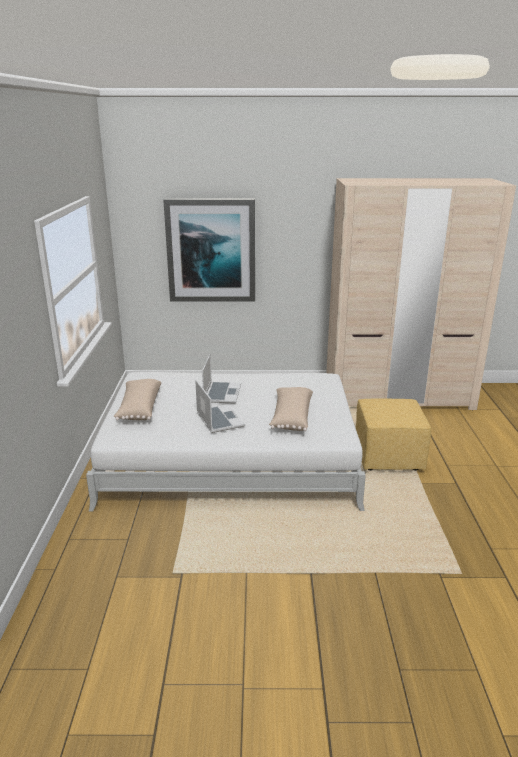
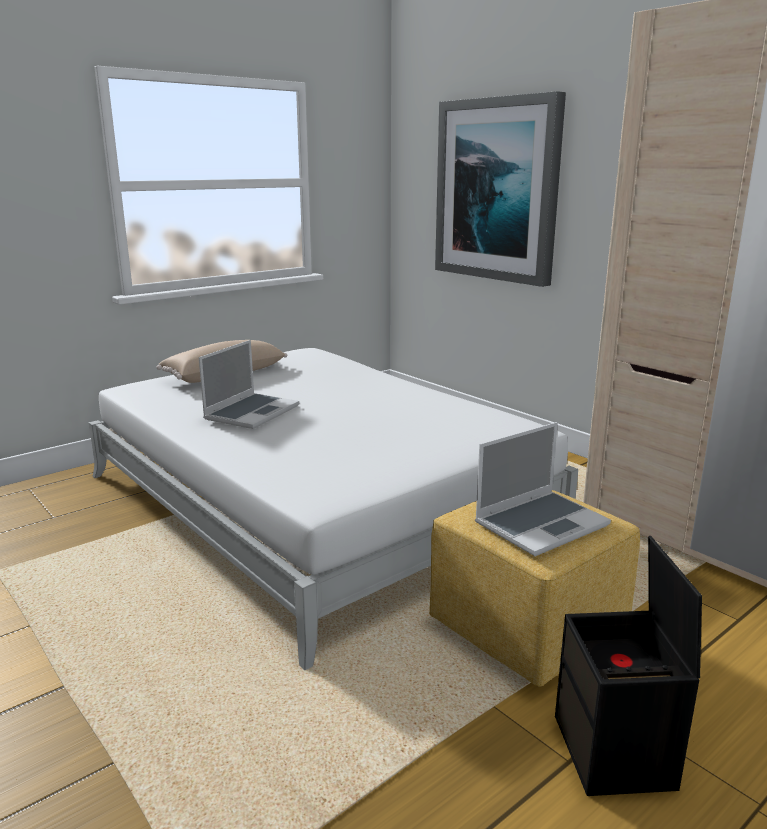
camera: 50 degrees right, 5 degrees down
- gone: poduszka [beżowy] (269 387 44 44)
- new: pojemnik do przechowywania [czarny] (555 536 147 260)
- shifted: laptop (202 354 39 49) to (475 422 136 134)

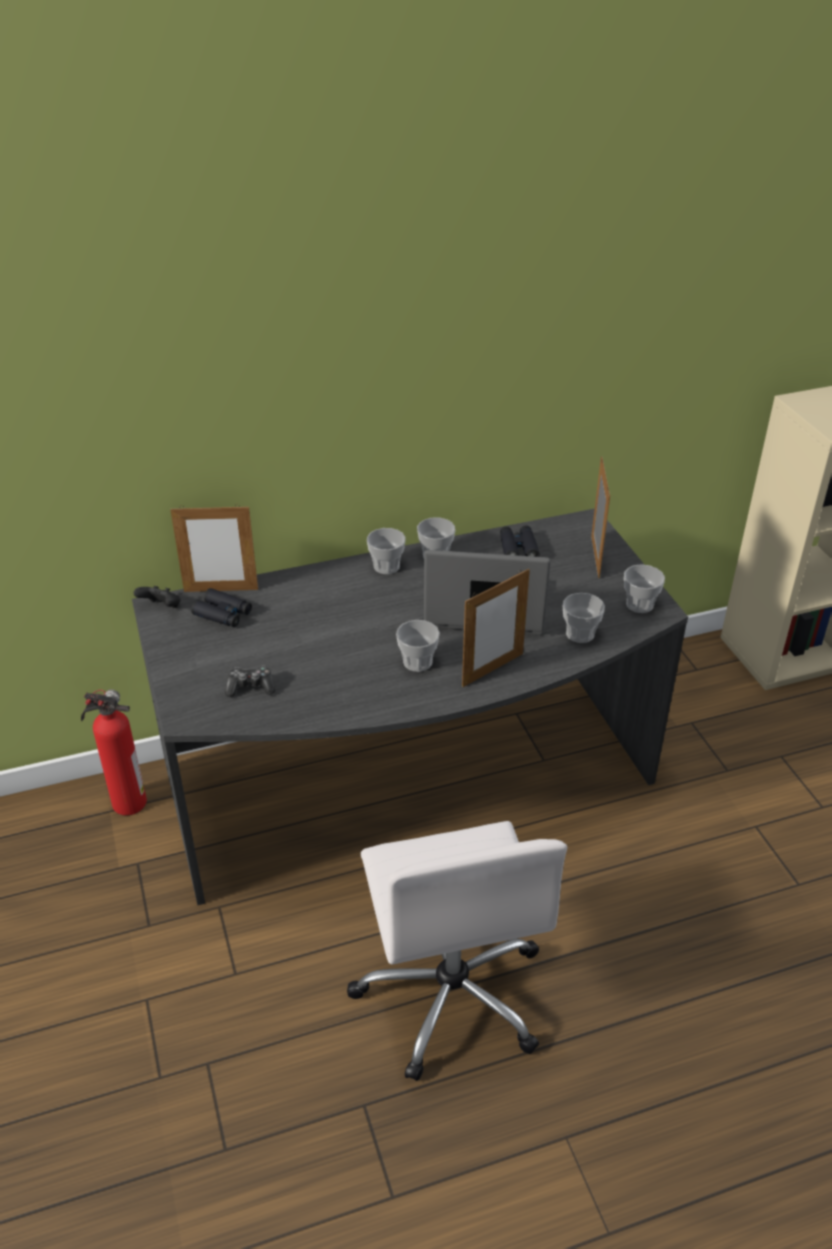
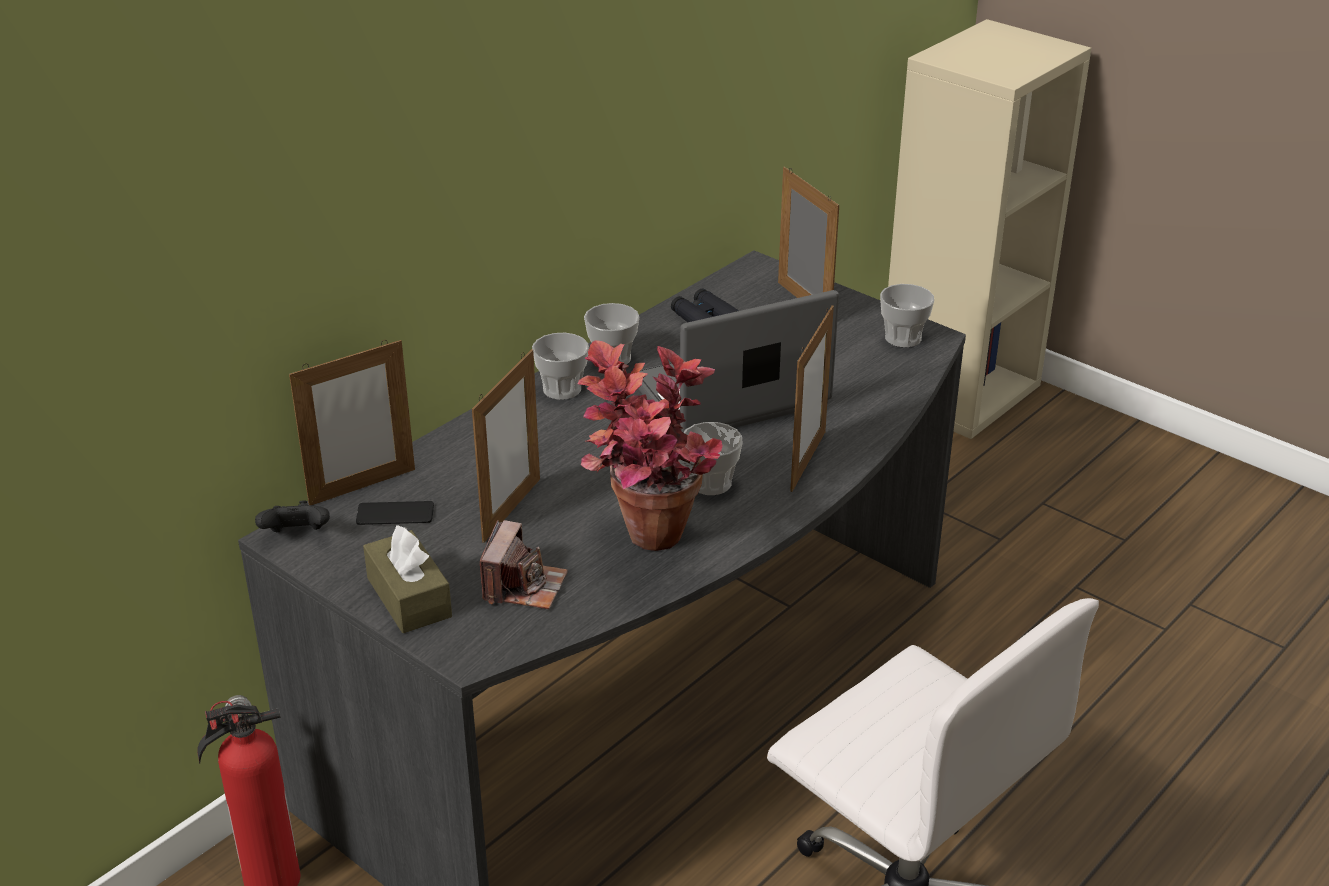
camera: 30 degrees left, 5 degrees down
- gone: filiżanka (563 593 42 50)
- new: pudełko chusteczek [brązowy] (363 525 89 108)
- new: ramka na zdjęcie (472 349 68 194)
- new: roślina doniczkowa (578 340 144 211)
- swapped: lornetka [czarny] (191 588 61 39) to telefon (356 501 78 24)
- swapped: pad do gier (225 666 50 31) to aparat fotograficzny (480 520 88 89)

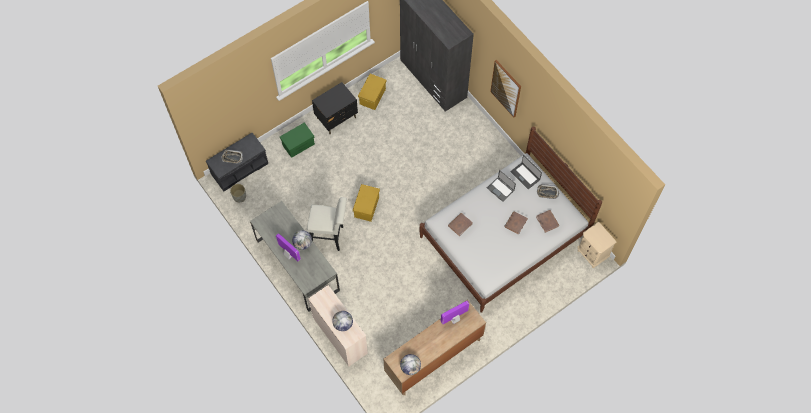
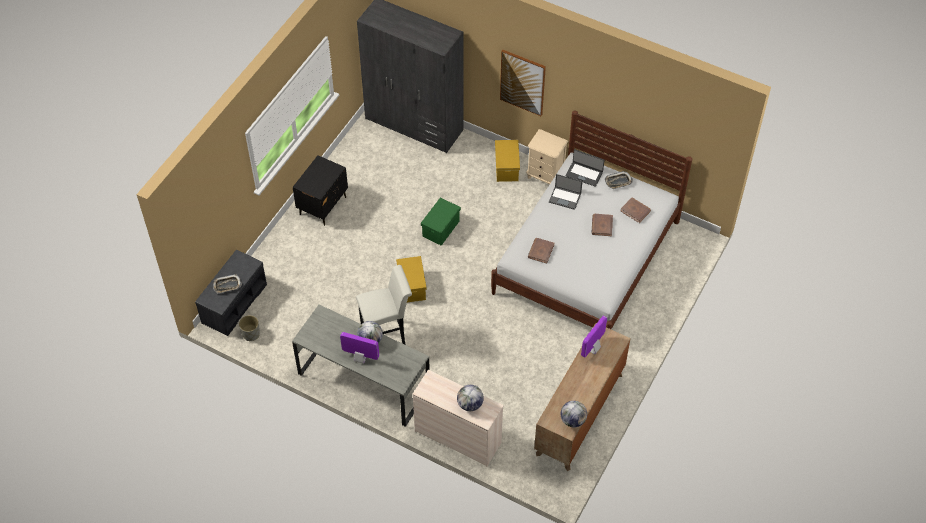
camera: 25 degrees left, 10 degrees down
- shifted: pojemnik do przechowywania [zielony] (280 123 35 35) to (421 198 40 48)
- shifted: pojemnik do przechowywania [żółty] (358 74 29 36) to (495 140 25 42)
- shifted: szafka nocna [beżowy] (578 222 38 46) to (526 129 42 55)

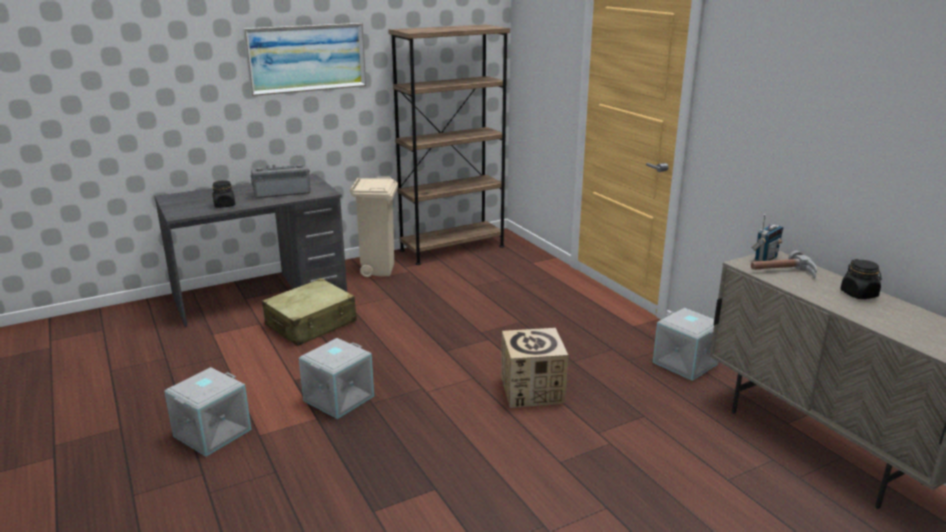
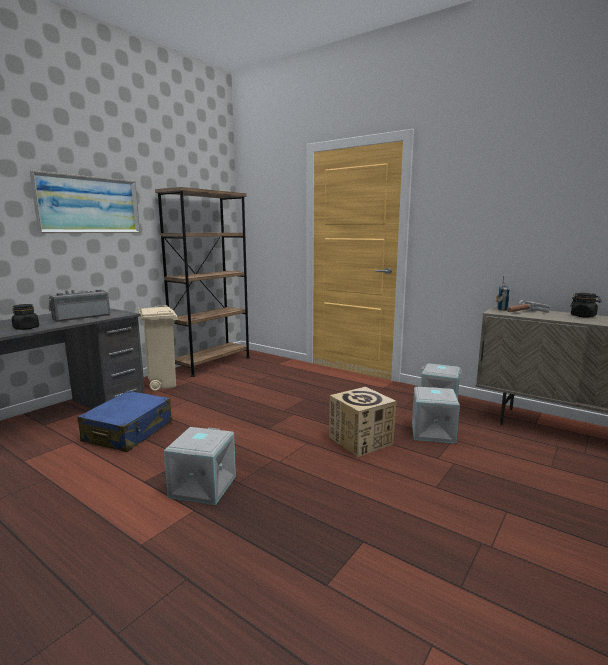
camera: 25 degrees left, 10 degrees down
- shifted: pojemnik do przechowywania [szary] (164 367 88 90) to (412 387 48 57)
- repainted: walizka [beżowy] (262 278 95 68) to walizka [niebieski] (77 391 95 61)

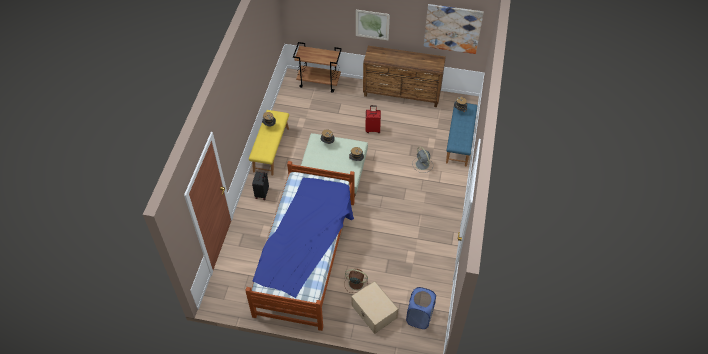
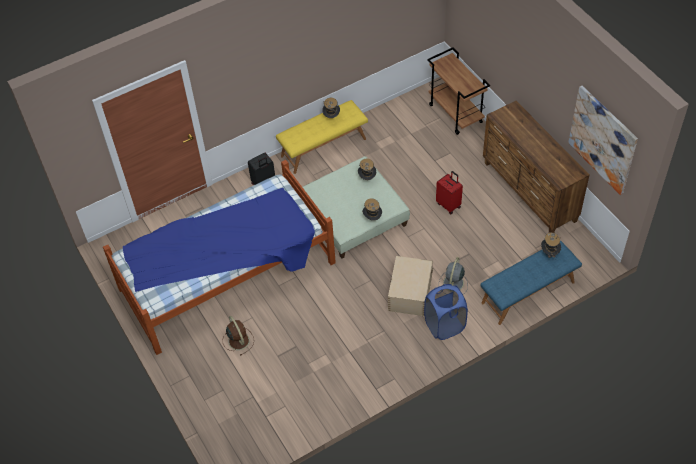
camera: 50 degrees right, 0 degrees up
- gone: obraz (356 10 34 30)
- shifted: pojemnik do przechowywania [beżowy] (351 281 47 53) to (388 256 45 60)
- shifted: kosz na pranie [niebieski] (406 287 30 42) to (424 284 44 56)

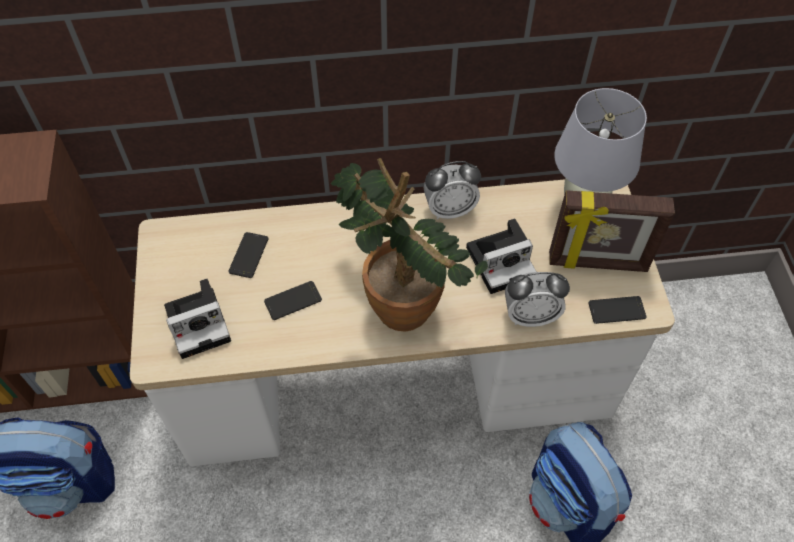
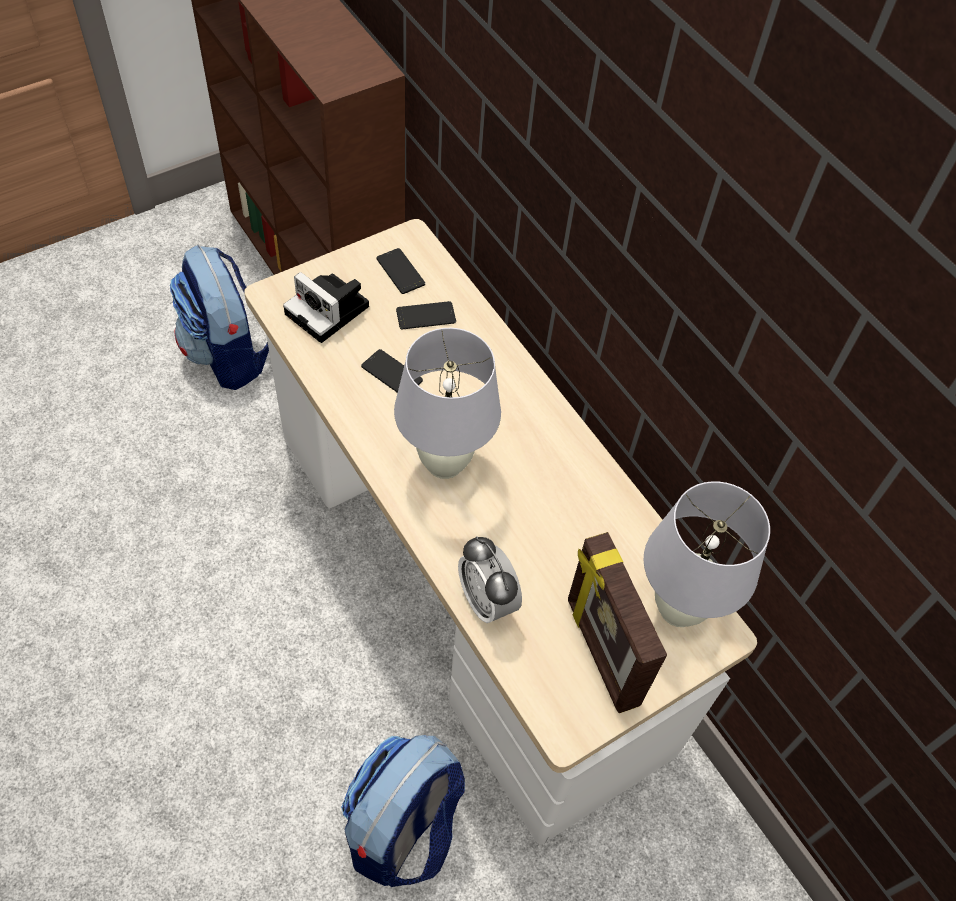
camera: 60 degrees right, 0 degrees up
- gone: budzik (424 161 57 59)
- gone: aparat fotograficzny (466 218 70 76)
- shifted: telefon (588 296 58 28) to (376 248 49 46)
- swapped: roślina doniczkowa (331 158 157 174) to lampa stołowa [biały] (394 328 107 151)

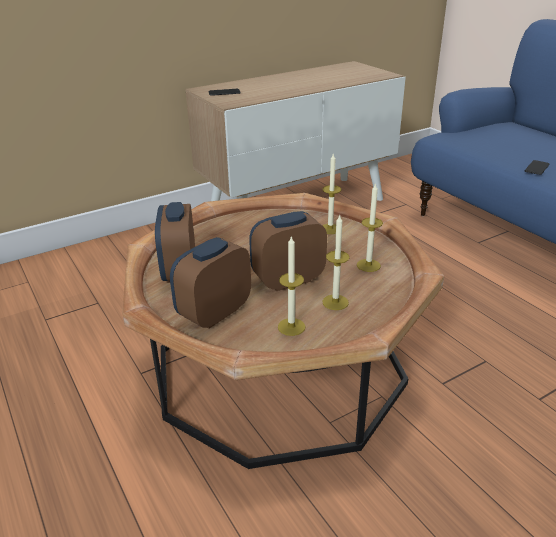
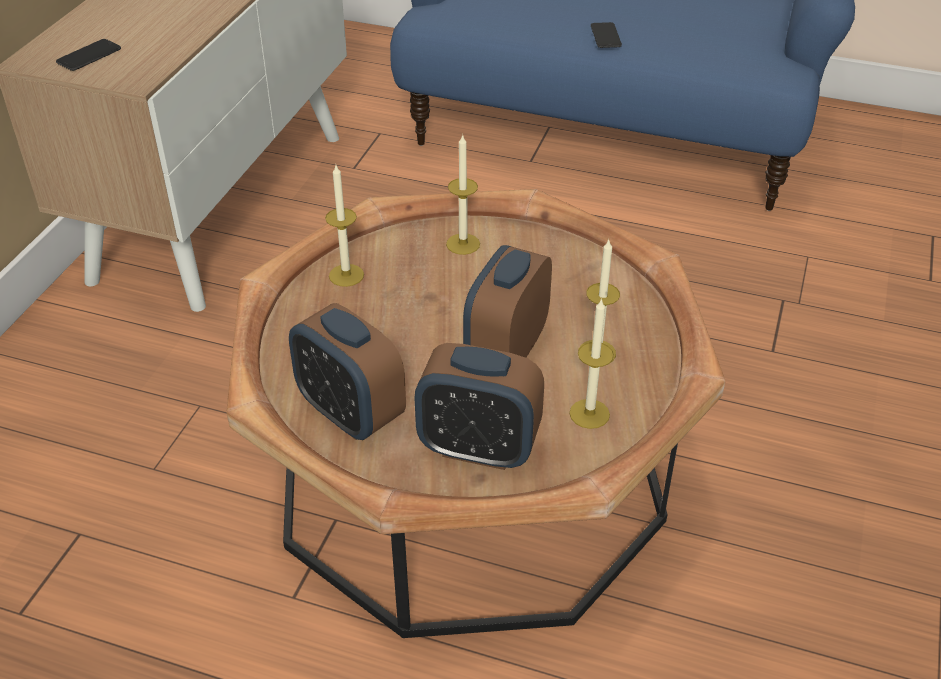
camera: 40 degrees left, 10 degrees up
- shifted: świeca (357 183 26 89) to (325 165 39 122)
- rotated: budzik (170 237 81 92) = (415 343 129 127) 75 degrees counterclockwise

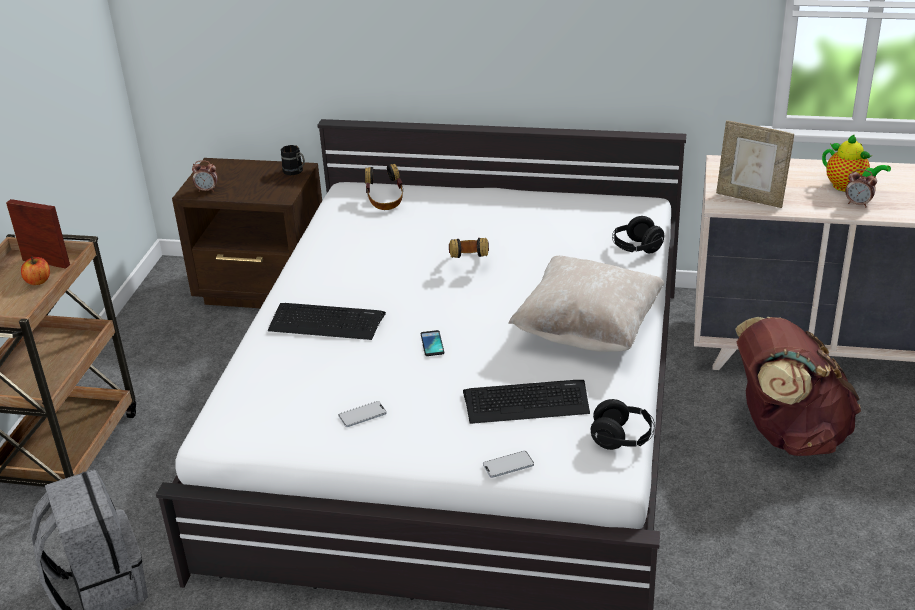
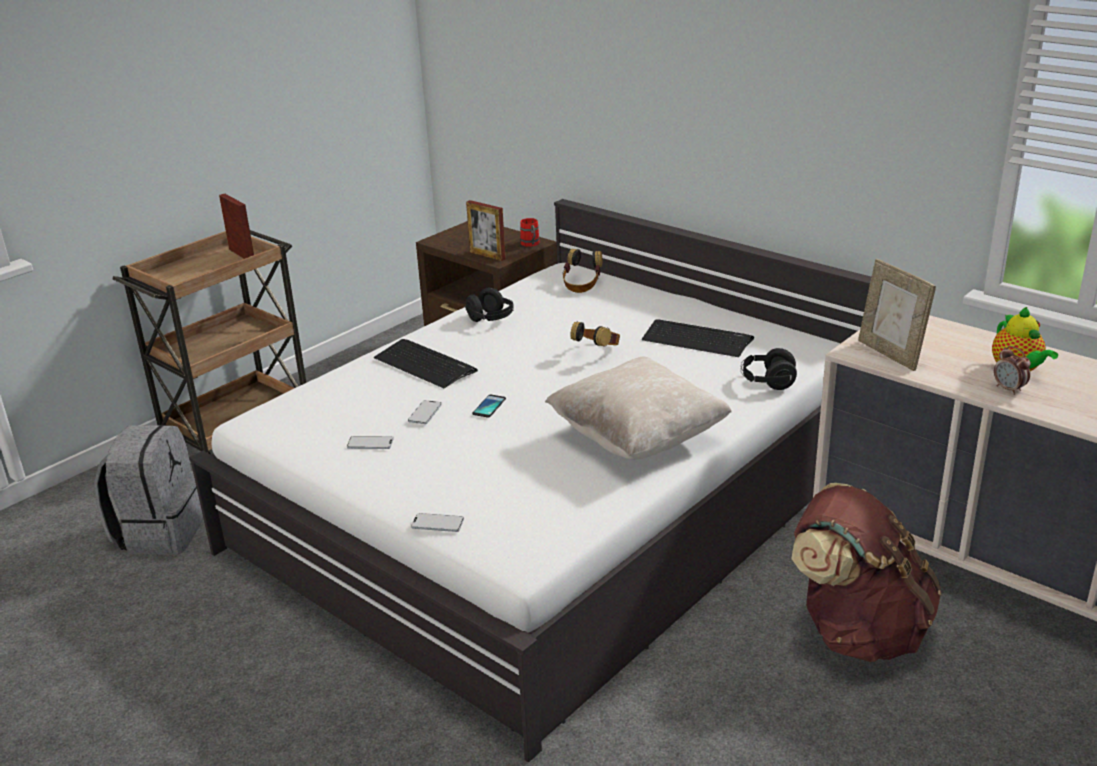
camera: 30 degrees right, 5 degrees down
- gone: jabłko (21 257 29 28)
- gone: budzik (192 160 26 32)
- new: telefon (408 400 34 24)
- new: ramka na zdjęcie (466 200 40 61)
- shifted: klawiatura (463 380 127 44) to (642 319 112 38)
- shifted: słuchawki [czarny] (591 399 64 51) to (464 288 50 34)
- repainted: kubek [czarny] (281 145 24 30) to kubek [czerwony] (520 218 20 29)

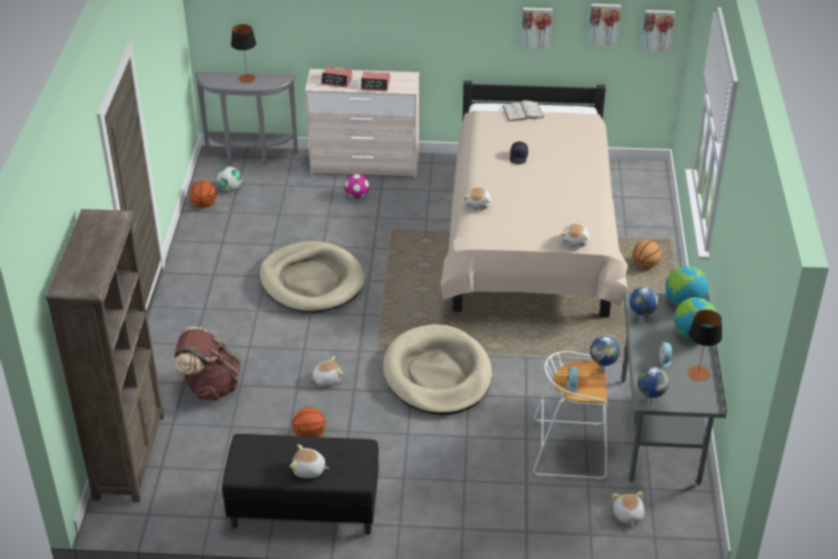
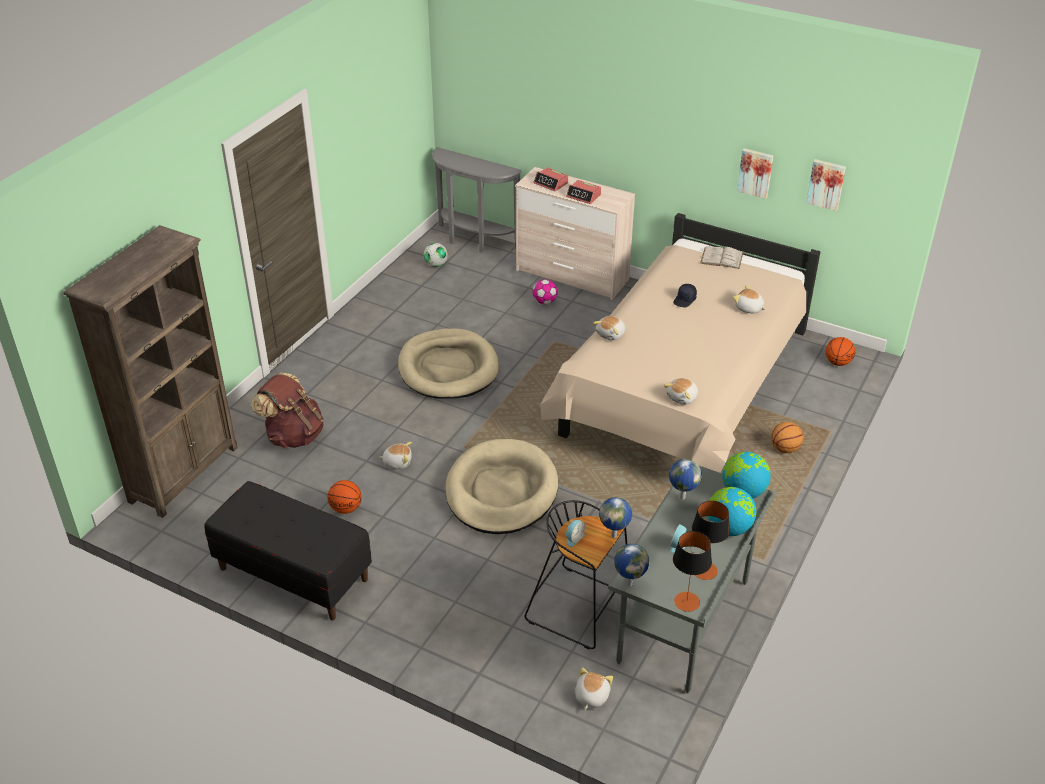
camera: 25 degrees right, 0 degrees up
- gone: obraz (641 10 34 42)
- shifted: piłka do koszykówki (189 181 28 27) to (825 337 30 29)
- shifted: lampa stołowa (231 24 25 59) to (673 531 39 81)
- shifted: pluszak (290 444 39 34) to (733 285 33 28)
- repainted: stołek [biały] (533 351 74 129) to stołek [czarny] (525 500 102 149)

